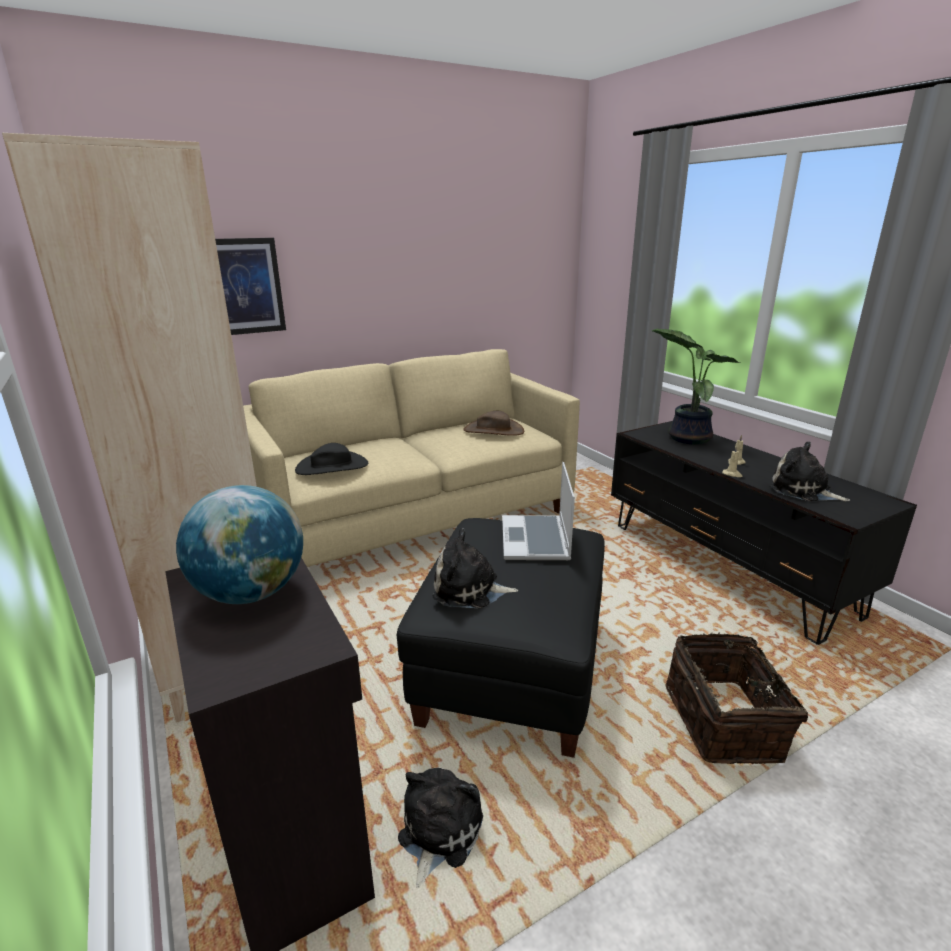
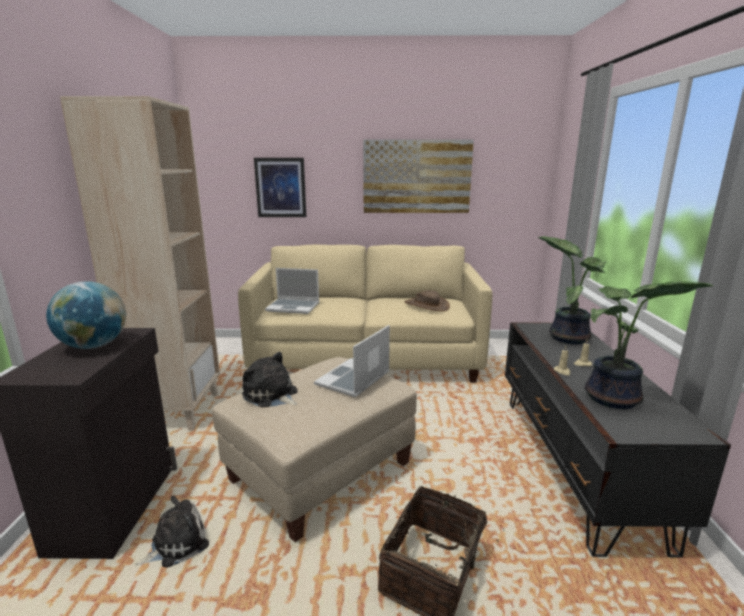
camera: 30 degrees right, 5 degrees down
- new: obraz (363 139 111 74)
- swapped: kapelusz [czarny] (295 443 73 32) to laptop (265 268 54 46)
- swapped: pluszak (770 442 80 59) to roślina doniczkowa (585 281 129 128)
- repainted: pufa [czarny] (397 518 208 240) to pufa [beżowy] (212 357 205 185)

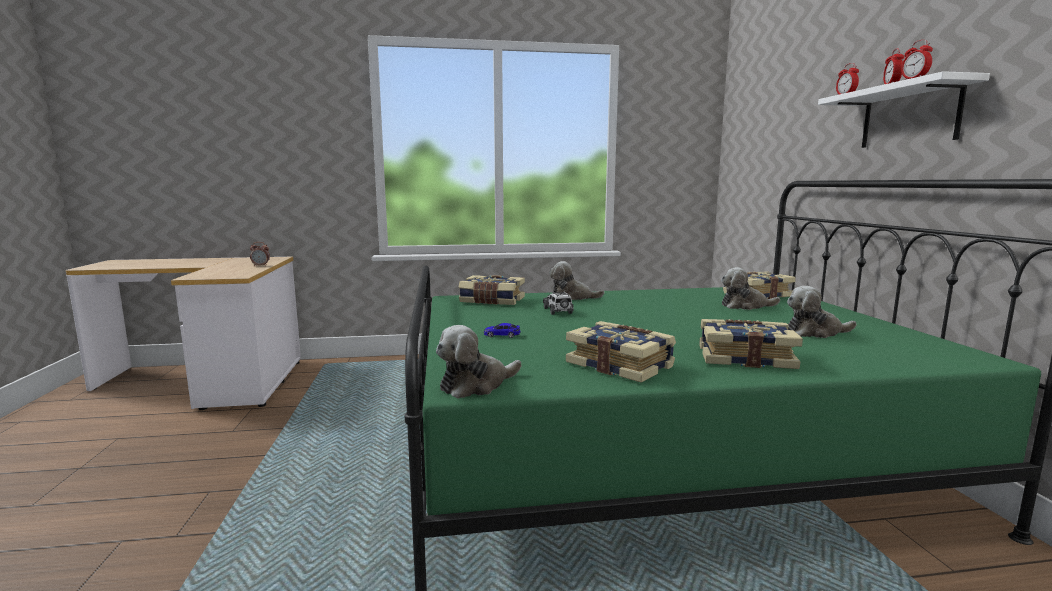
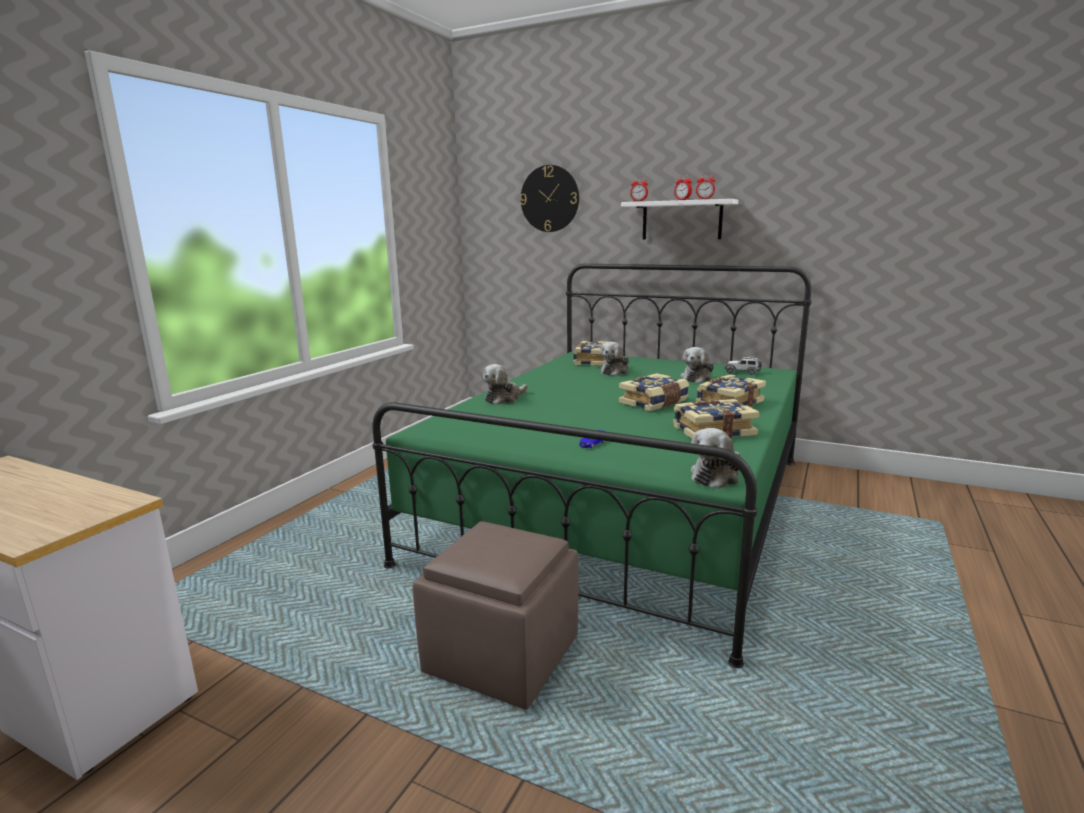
camera: 55 degrees left, 5 degrees up
- gone: budzik (250 242 20 24)
- new: pufa [brązowy] (413 521 166 189)
- new: zegar ścienny (520 165 59 67)
- shifted: książka (459 275 66 30) to (619 373 70 38)
- shifted: samochodzik (543 292 31 23) to (724 356 38 19)
- rotated: pluszak (436 325 85 74) = (691 428 49 61) 45 degrees clockwise

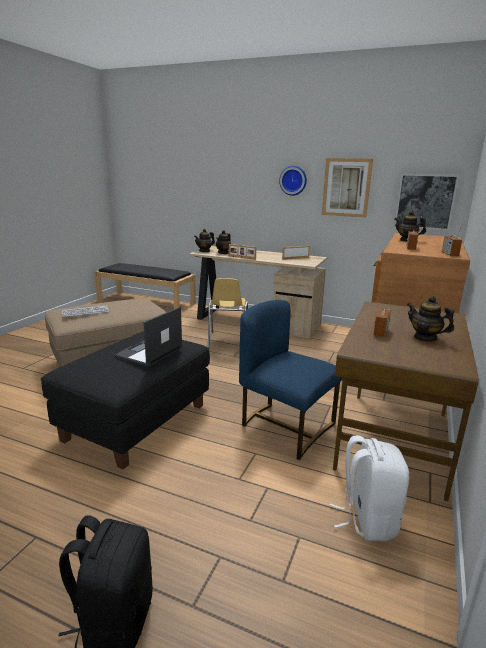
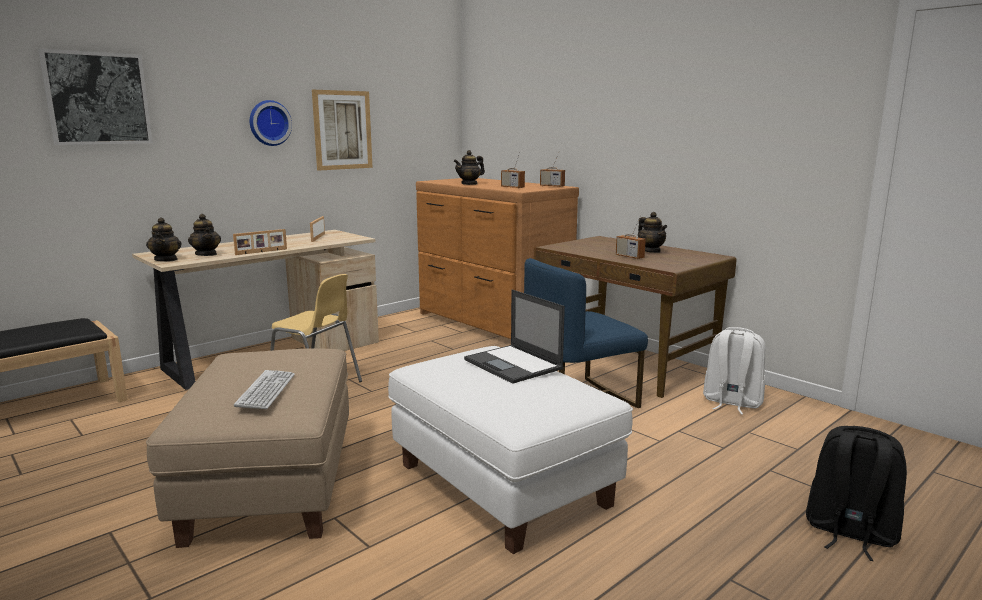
camera: 65 degrees left, 5 degrees down
- shifted: obraz (394 173 65 58) to (38 49 115 96)
- repainted: pufa [czarny] (41 331 169 138) to pufa [biały] (388 346 245 208)
- rotated: imbryk (407 296 47 46) = (638 212 29 41) 90 degrees counterclockwise

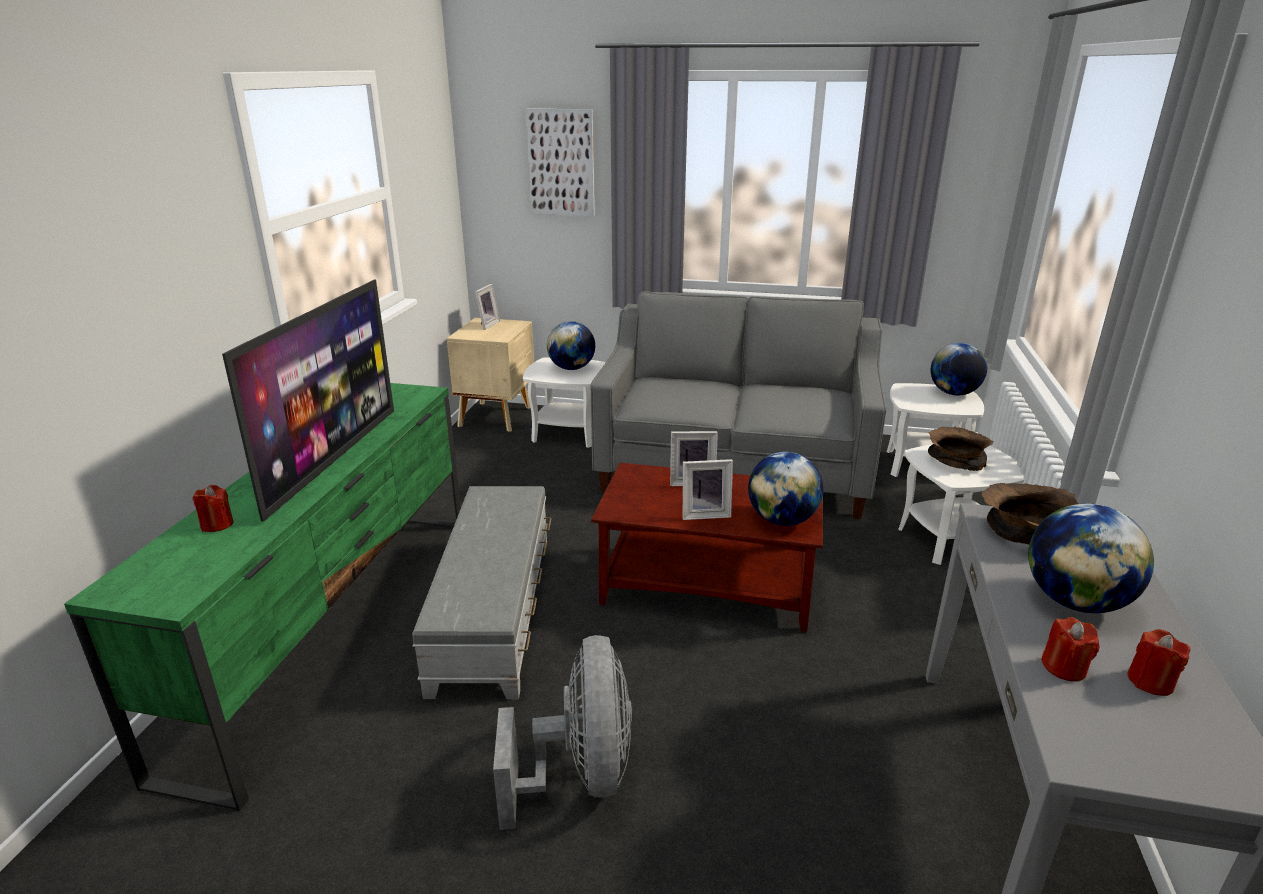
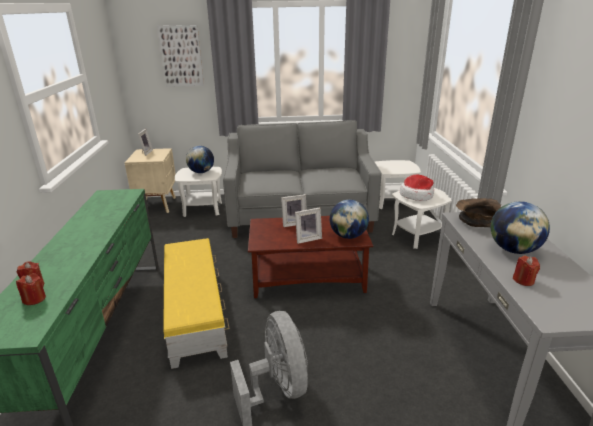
camera: 15 degrees left, 0 degrees up
- gone: telewizor (222 280 172 242)
- gone: globus (931 343 56 52)
- shifted: świeca [czerwony] (1128 629 62 67) to (16 273 30 32)
- swapped: miska [brązowy] (928 427 65 44) to kapelusz (400 174 34 27)
- repainted: pufa [szary] (412 486 139 213) to pufa [żółty] (163 238 66 131)

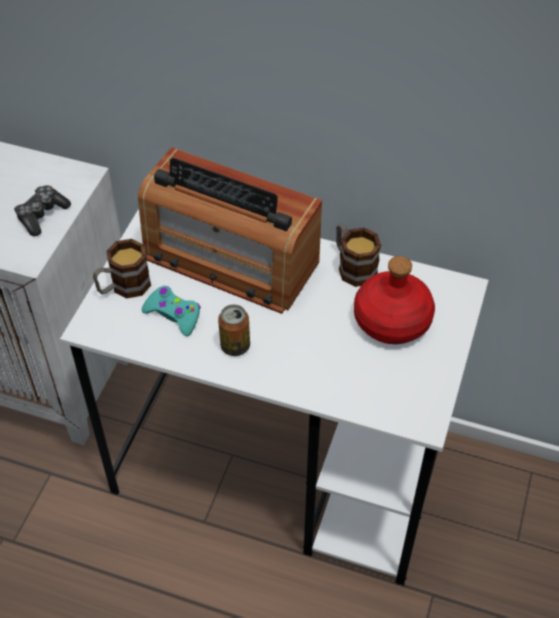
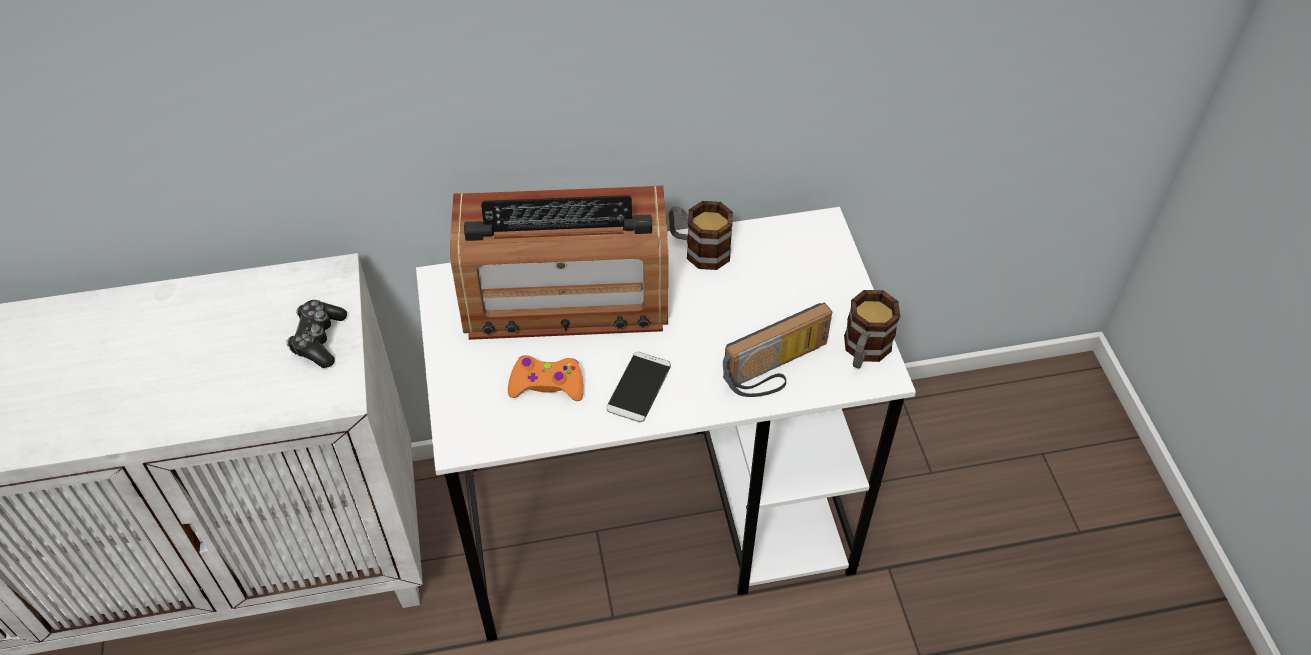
camera: 30 degrees left, 0 degrees up
- gone: butelka [czerwony] (354 256 81 88)
- new: radio (723 303 109 94)
- shifted: kubek (93 239 58 59) to (844 290 56 78)
- swapped: puszka (218 304 32 52) to telefon (606 352 65 70)
- repainted: pad do gier [turkusowy] (142 286 59 50) to pad do gier [pomarańczowy] (508 355 75 46)

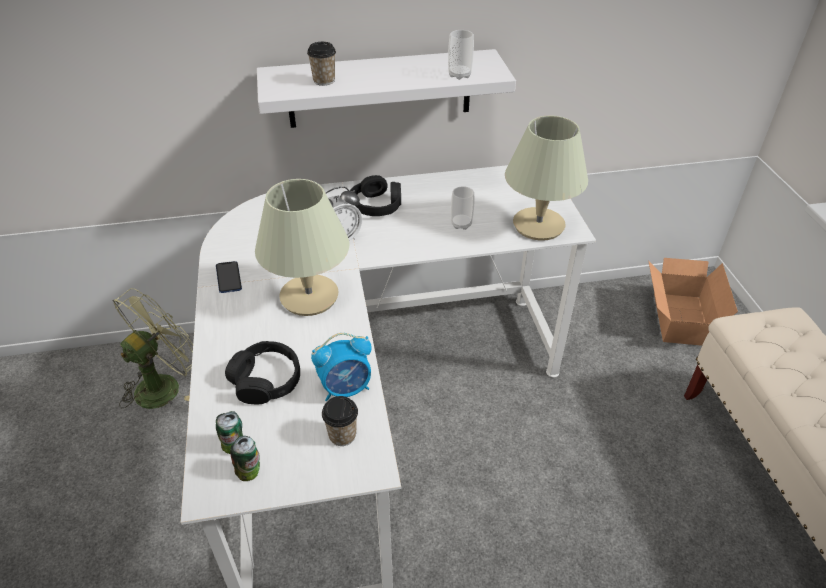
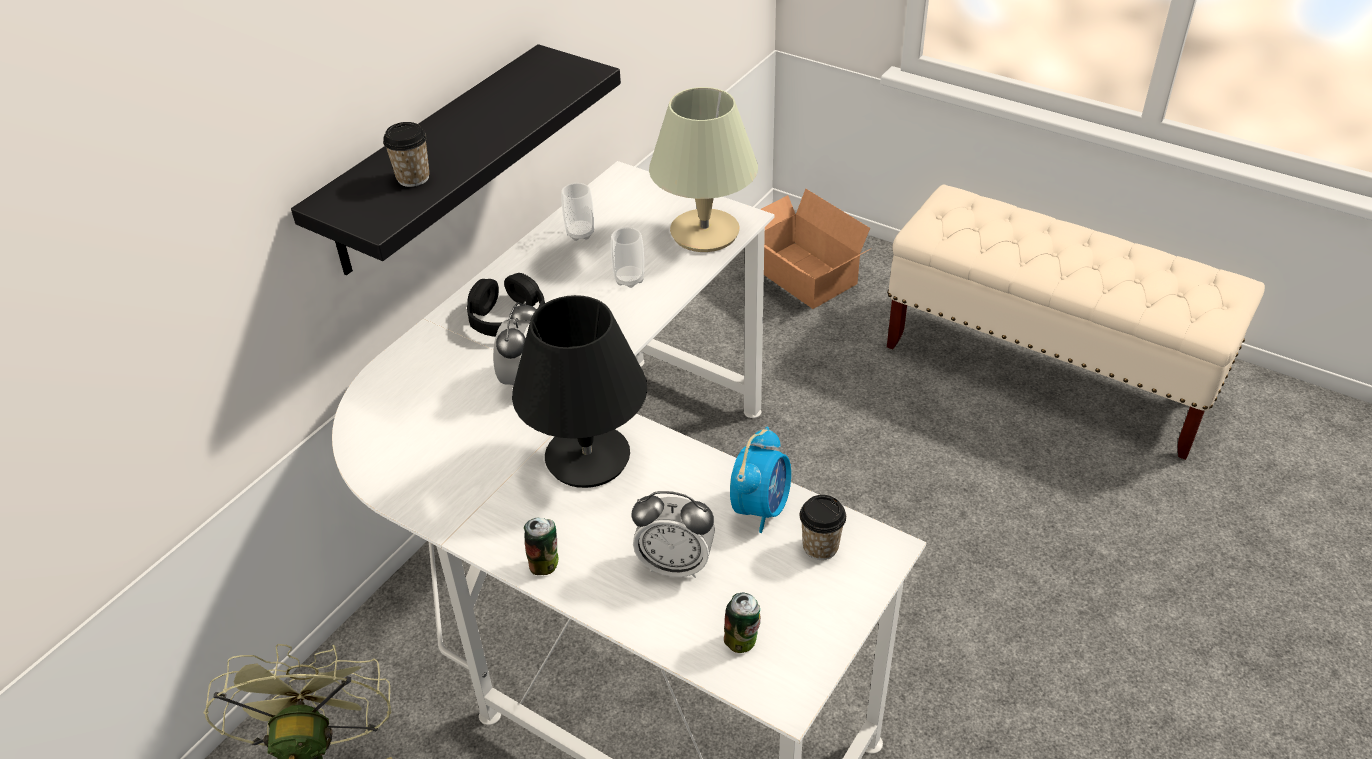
camera: 45 degrees left, 0 degrees up
- gone: telefon (216 261 26 32)
- shifted: puszka (230 436 30 45) to (524 518 34 57)
- shifted: filiżanka (448 30 26 50) to (561 183 33 58)
- swapped: słuchawki [czarny] (225 341 75 63) to budzik (631 491 84 87)
- repainted: lampa stołowa [beżowy] (255 179 94 137) to lampa stołowa [czarny] (512 295 135 193)
- repainted: półka [biały] (257 49 259 79) to półka [czarny] (291 44 330 231)

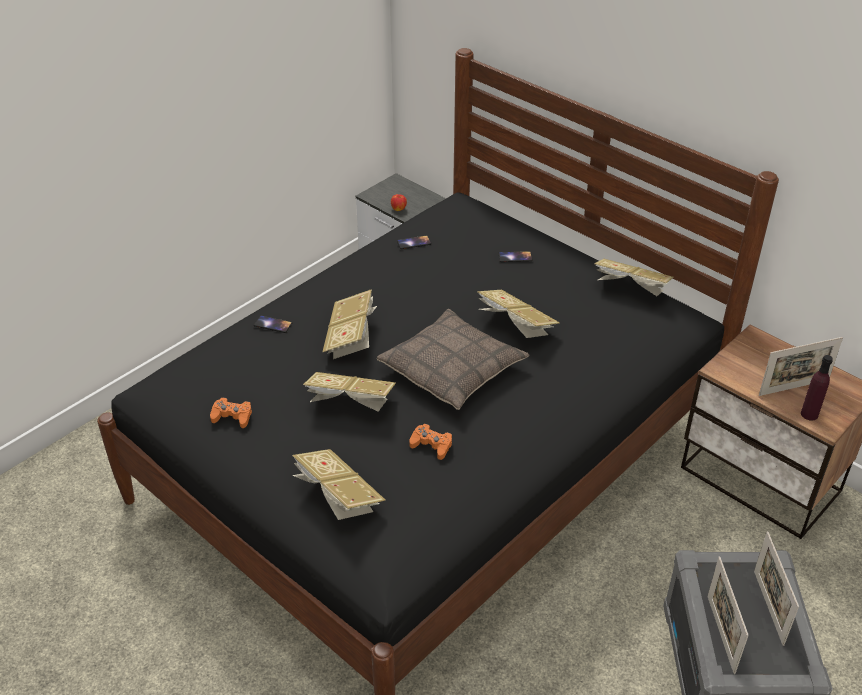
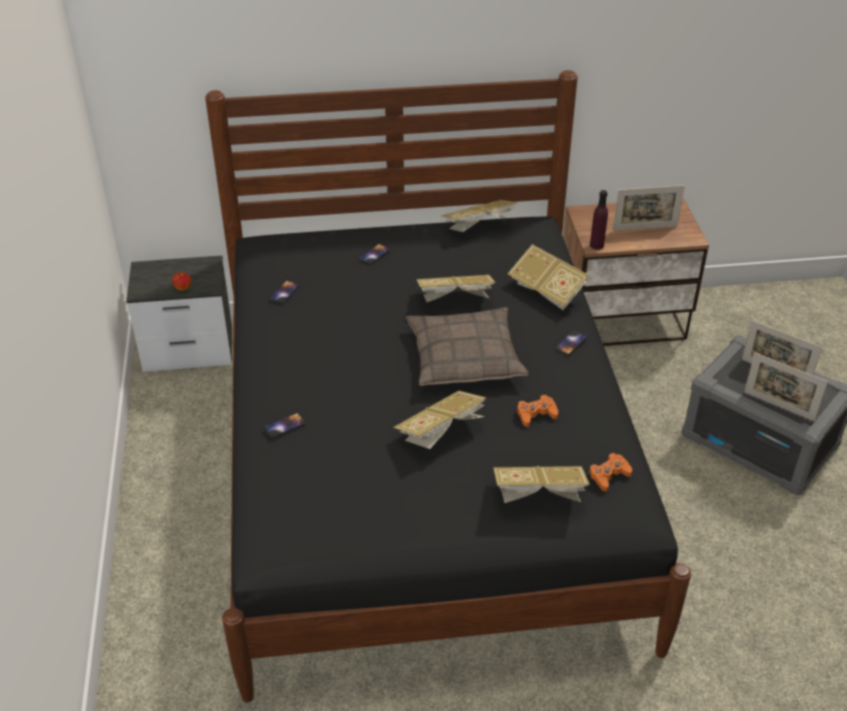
camera: 50 degrees left, 0 degrees up
- new: telefon (555 330 32 25)
- shifted: pad do gier [pomarańczowy] (210 398 42 30) to (589 453 43 39)
- shifted: książka (323 289 54 70) to (507 244 82 66)
- shifted: butelka [fioletowy] (801 355 32 66) to (590 190 18 60)
- rotated: ramka na zdjęcie (759 337 84 59) = (613 185 72 46) 60 degrees clockwise

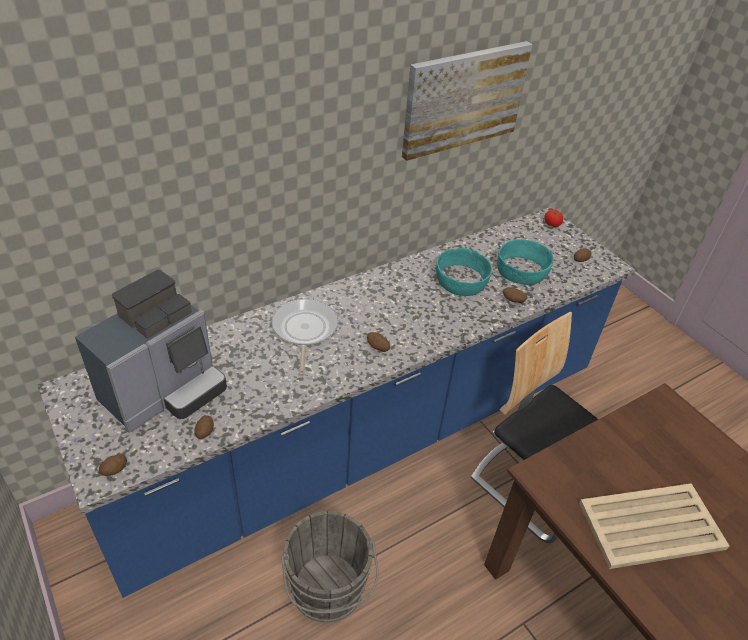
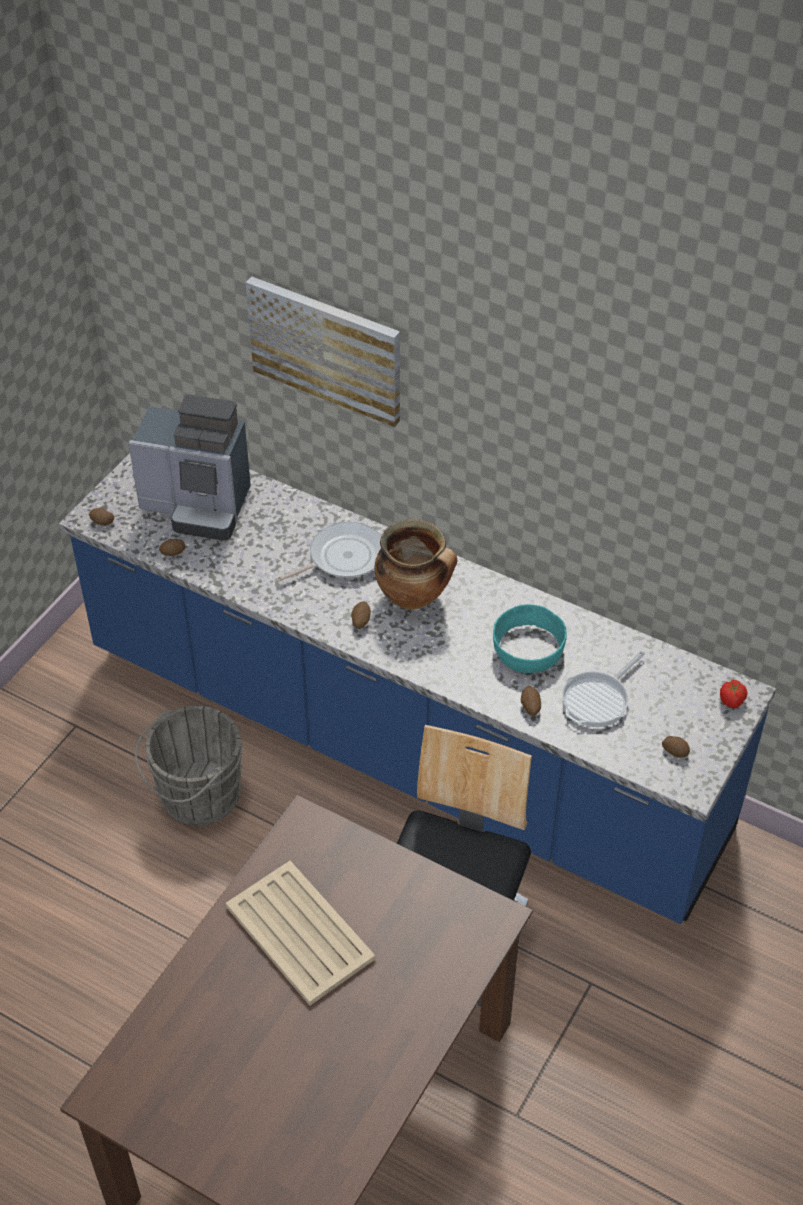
camera: 65 degrees right, 5 degrees up
- new: garnek (375 519 83 91)
- shifted: obraz (402 41 131 120) to (246 277 154 150)
- swapped: miska [turkusowy] (497 239 57 46) to patelnia (562 651 83 76)

